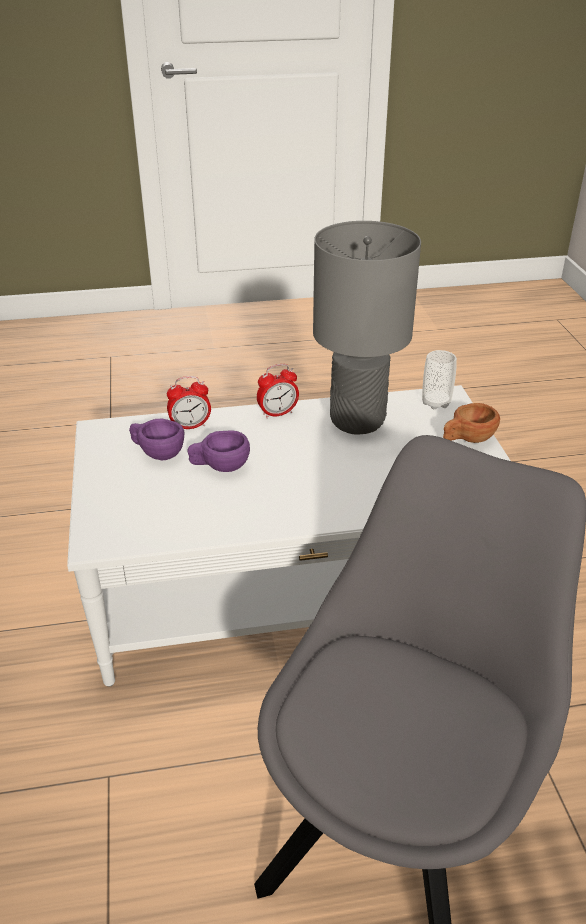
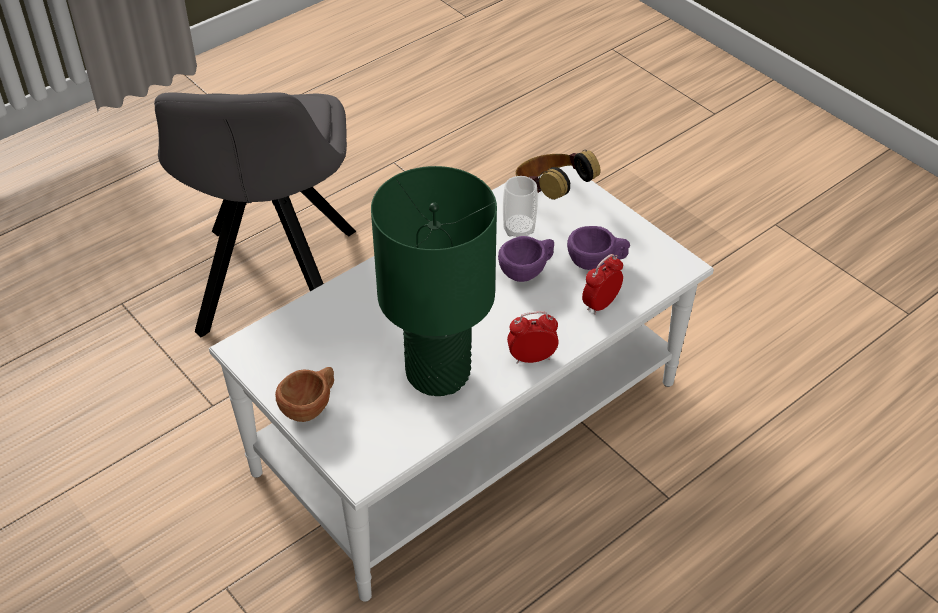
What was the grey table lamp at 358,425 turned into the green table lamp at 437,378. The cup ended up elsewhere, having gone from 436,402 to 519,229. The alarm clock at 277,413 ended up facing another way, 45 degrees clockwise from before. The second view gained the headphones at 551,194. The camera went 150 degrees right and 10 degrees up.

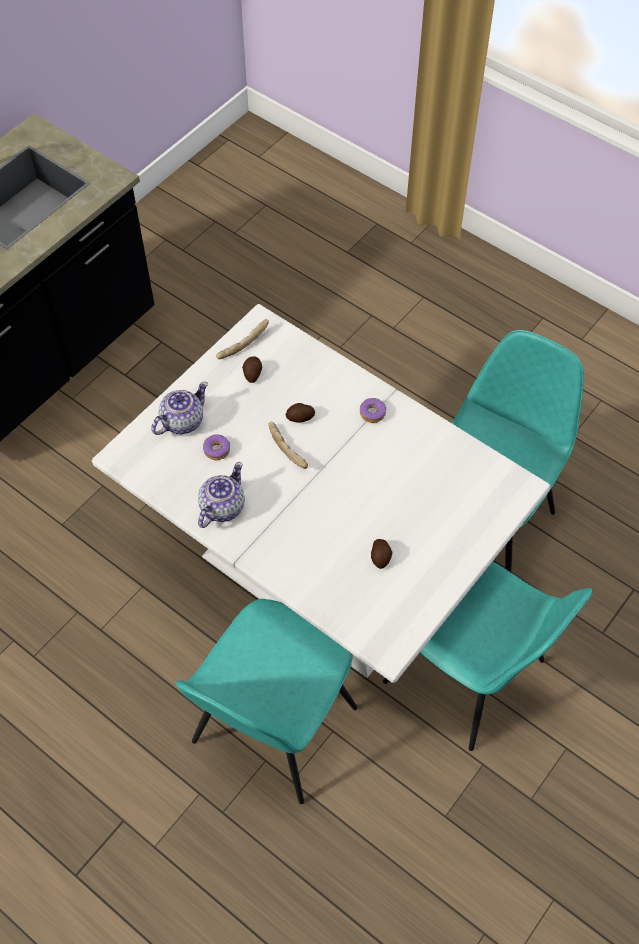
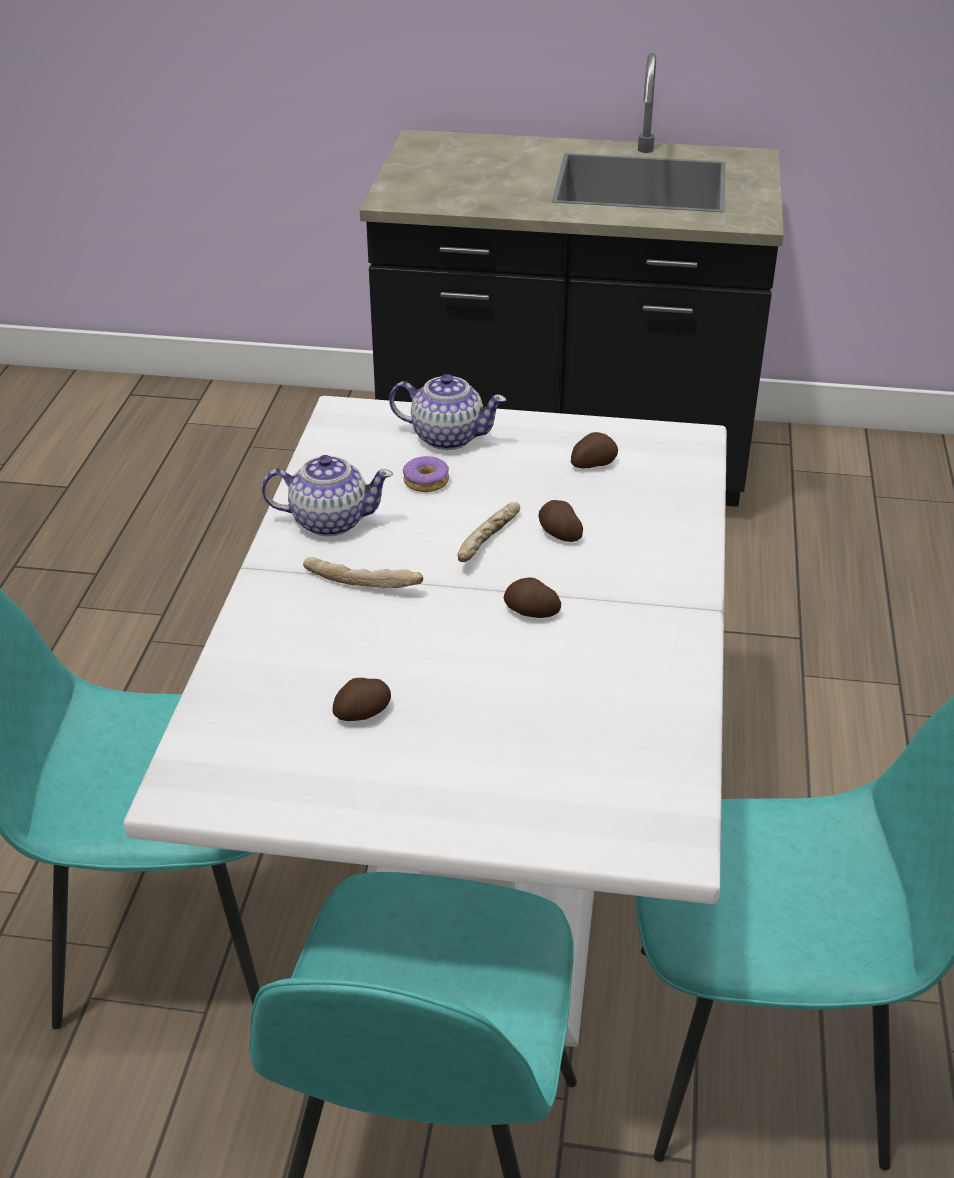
The bread ended up elsewhere, having gone from 243,343 to 363,582. The second view gained the potato at 531,612. The second view lost the donut at 372,413. The camera went 60 degrees right and 20 degrees down.

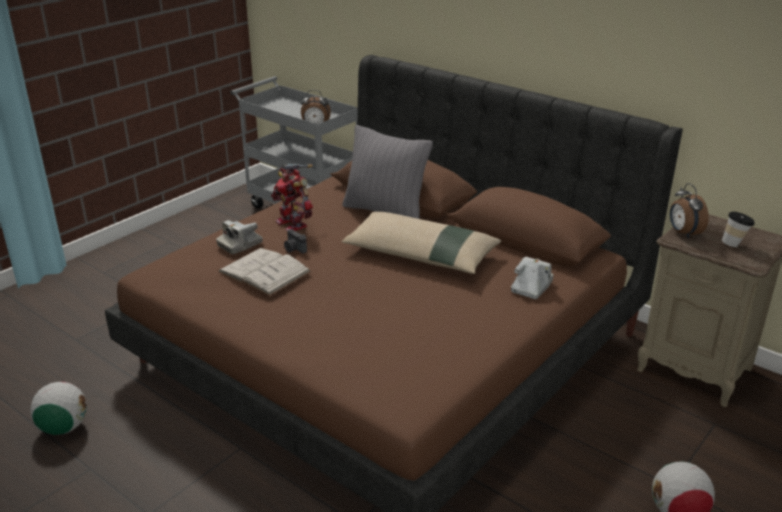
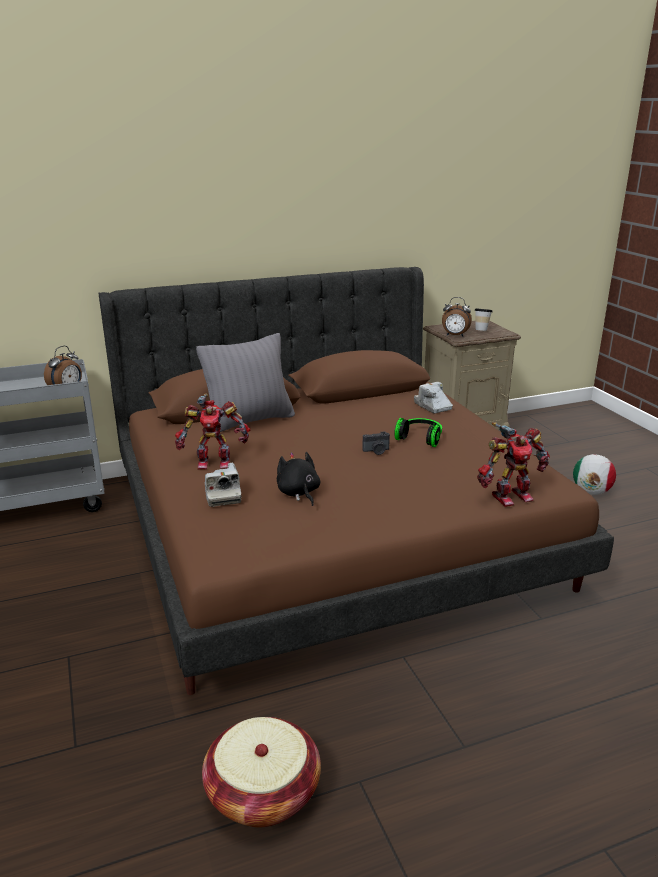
Where the football stood at 64,428, the basket came to stand at 263,792. Where the white book stood at 264,271, the black plush toy came to stand at 298,493. The photo camera ended up elsewhere, having gone from 294,249 to 376,451. The second view gained the headphones at 420,438. The second view gained the toy robot at 510,496. The second view lost the beige pillow at 421,255. The camera went 60 degrees left and 5 degrees down.

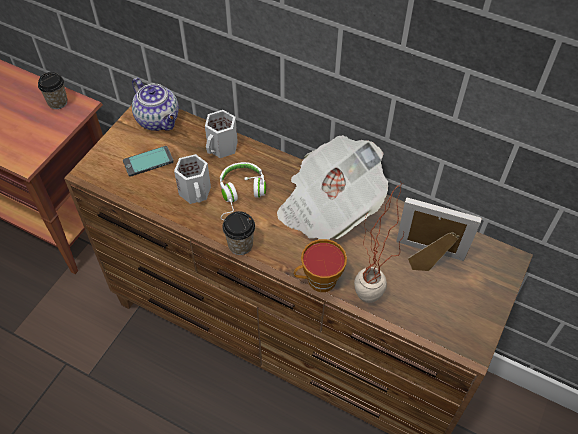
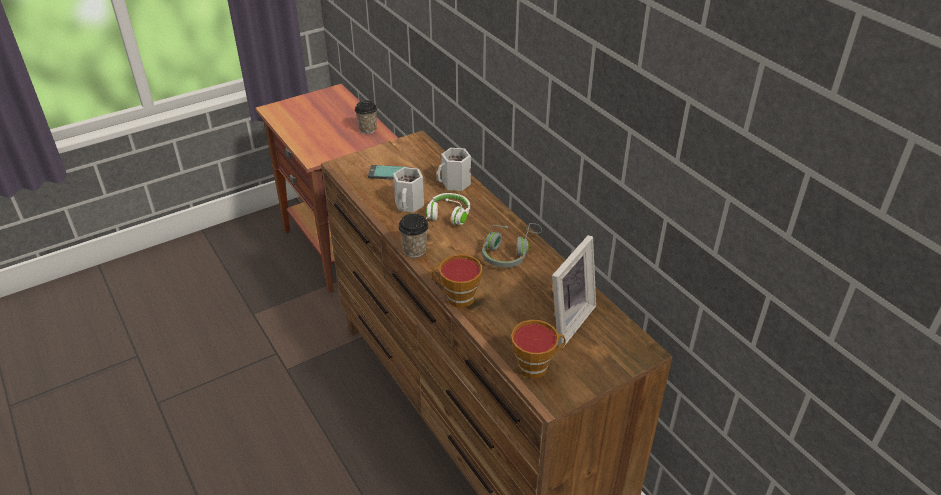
Where the newspaper stood at 329,207, the grey headphones came to stand at 509,252. The second view gained the cup at 536,365. The picture frame at 427,260 ended up facing another way, 75 degrees clockwise from before. The second view lost the teapot at 159,120. The second view lost the potted plant at 367,305. The camera went 30 degrees right and 15 degrees down.

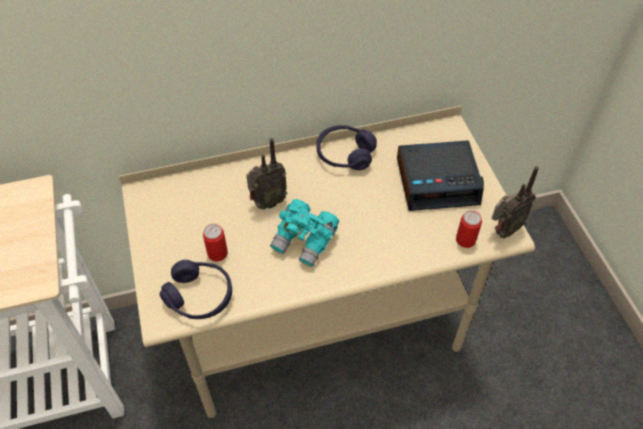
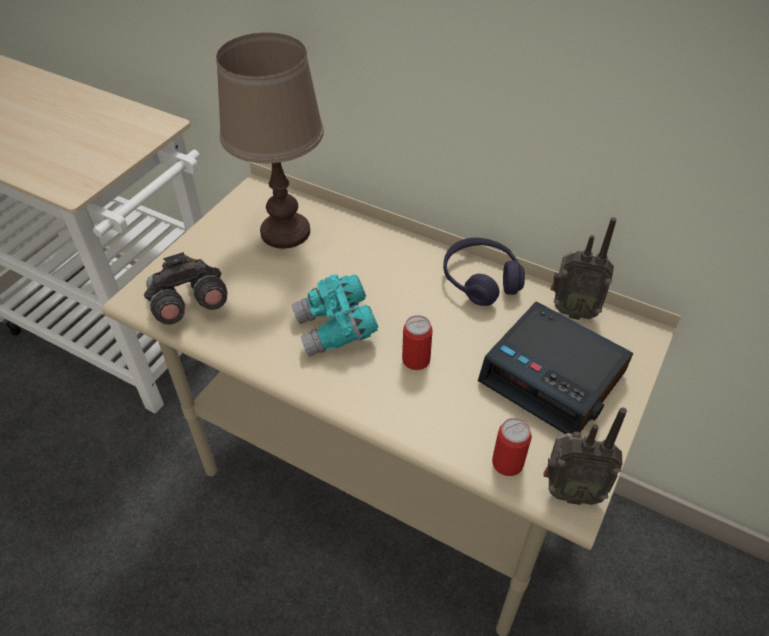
Where the purple headphones stood at 199,296, the grey binoculars came to stand at 188,305. The second view gained the brown table lamp at 286,231. The can ended up elsewhere, having gone from 217,253 to 416,360. The radio ended up elsewhere, having gone from 267,202 to 572,310. The camera went 45 degrees right and 5 degrees down.

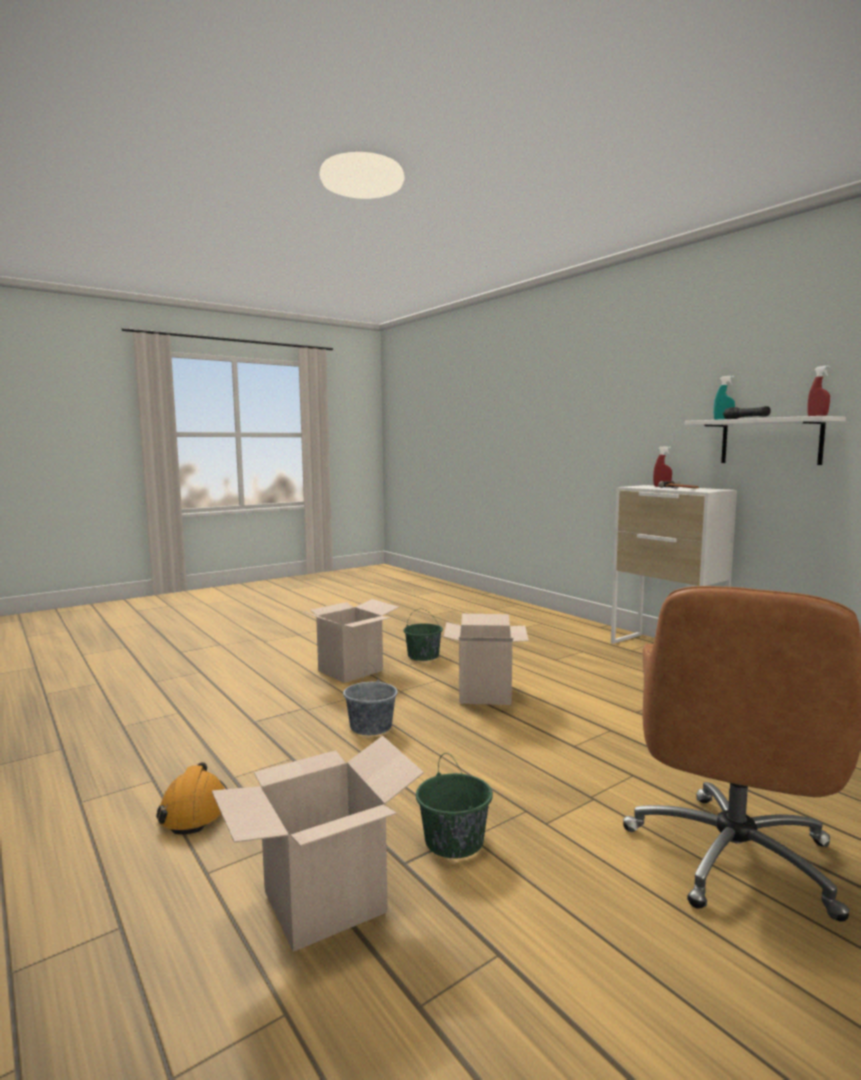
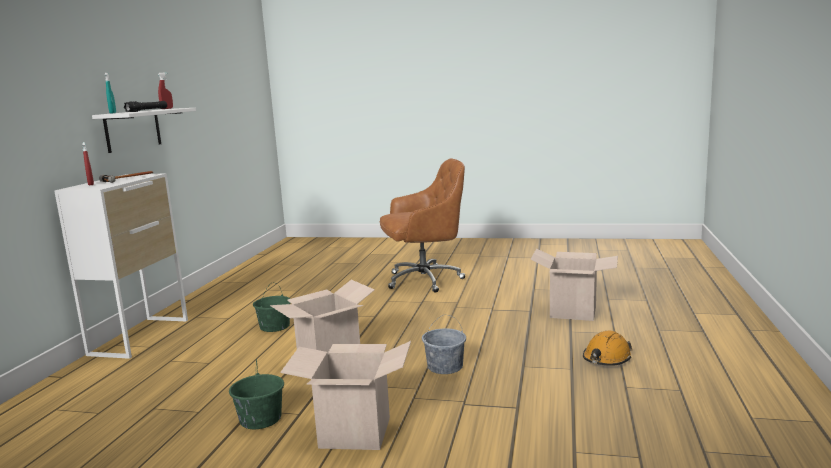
The green bucket ended up elsewhere, having gone from 454,841 to 275,326. The camera went 130 degrees left and 5 degrees up.

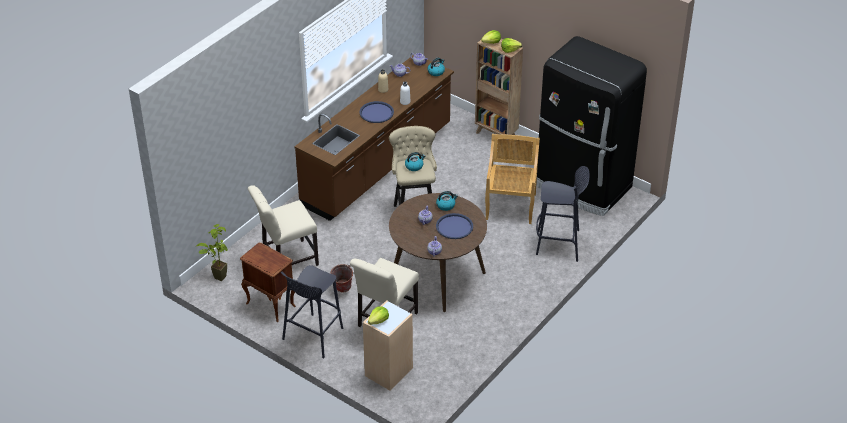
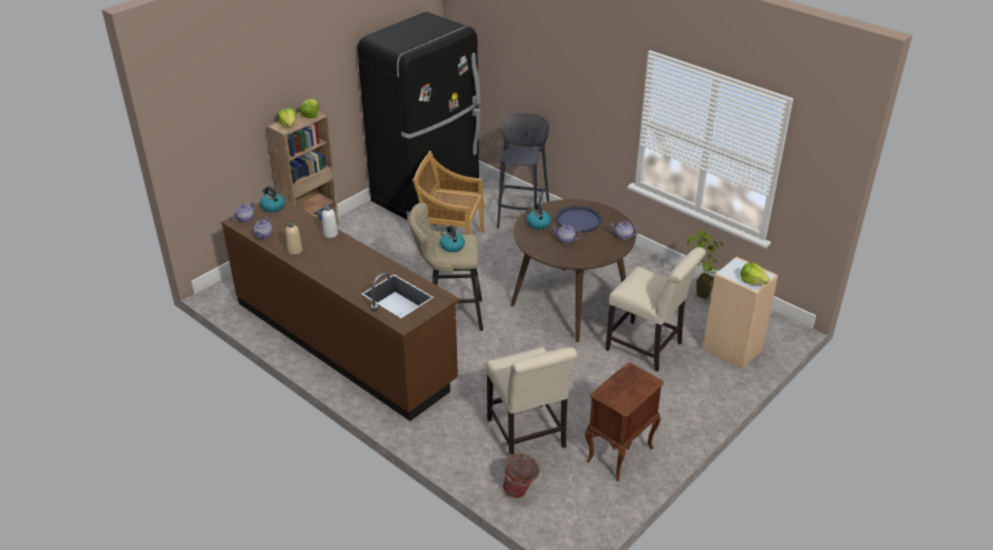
The bucket ended up elsewhere, having gone from 341,290 to 520,492. The potted plant ended up elsewhere, having gone from 217,275 to 699,297. The second view lost the grey stool at 314,336. The second view lost the blue tray at 376,113. The camera went 85 degrees left and 5 degrees down.

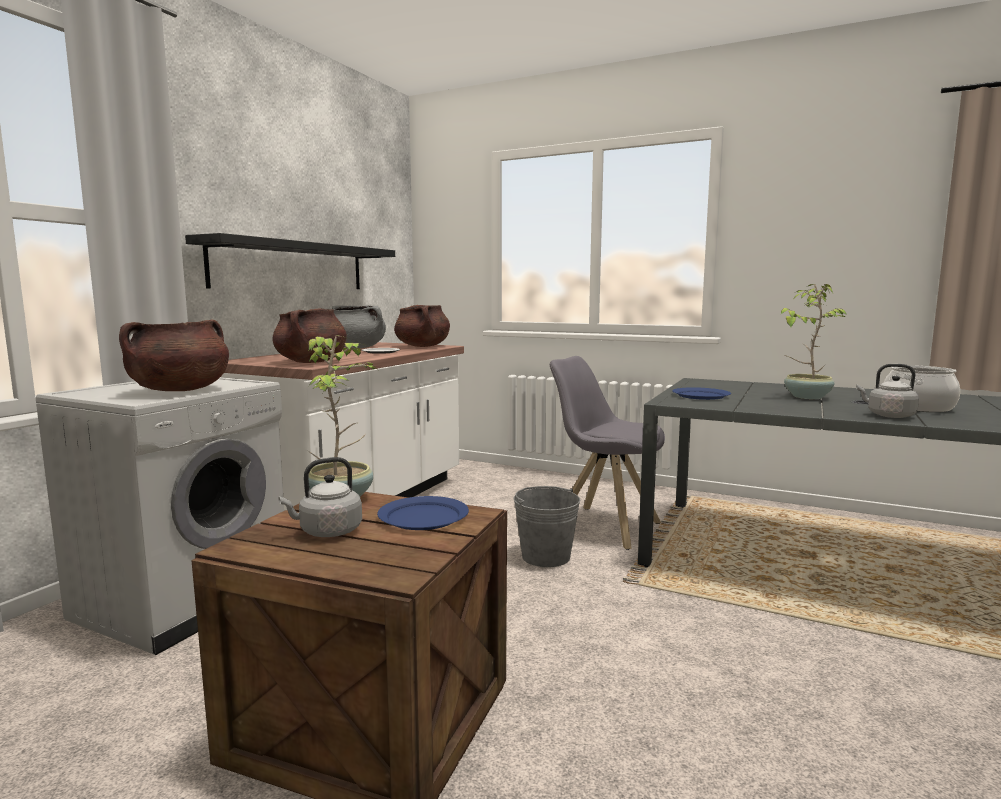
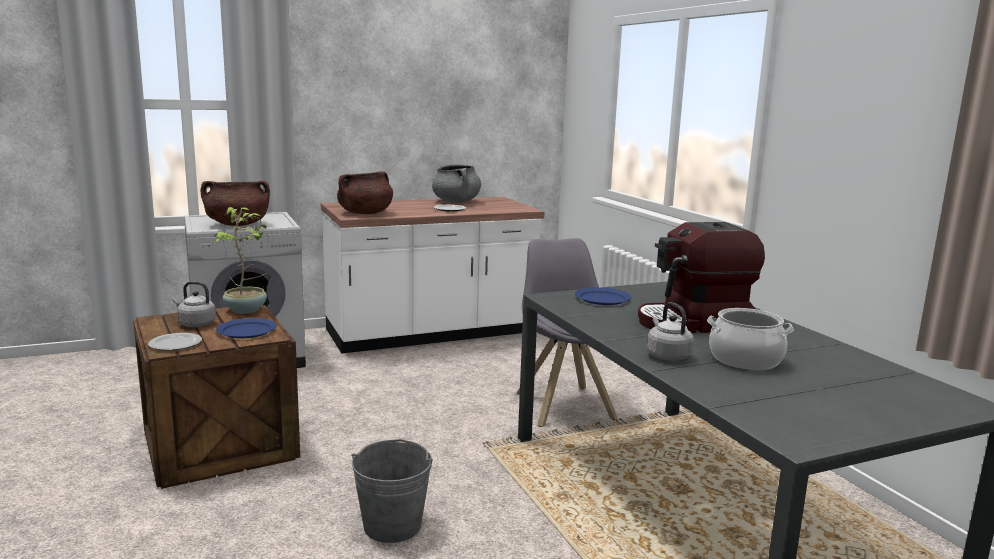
The second view gained the plate at 176,344. The grey bucket ended up elsewhere, having gone from 546,556 to 392,525. Where the potted plant stood at 806,397, the coffee machine came to stand at 694,323. The second view lost the black shelf at 292,266. The second view lost the brown cooking pot at 422,346. The camera went 40 degrees right and 5 degrees up.

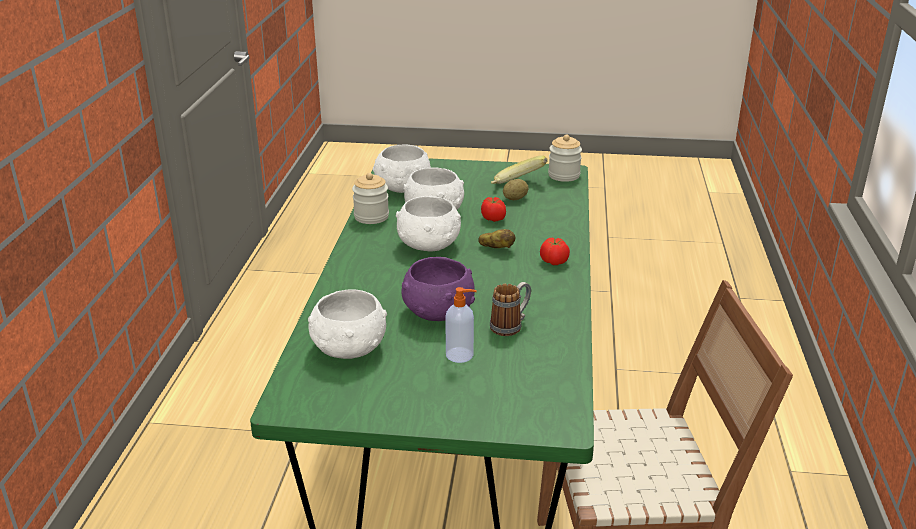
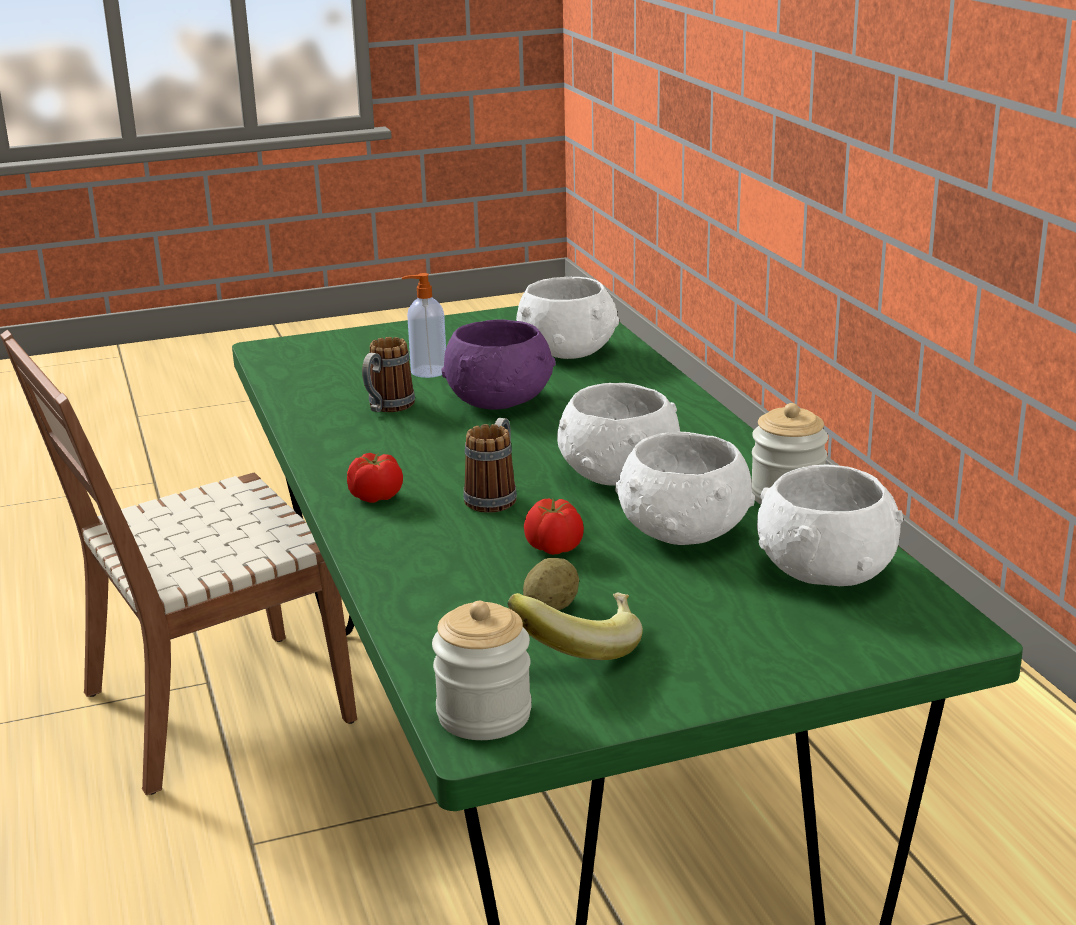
Where the potato stood at 497,248, the mug came to stand at 495,496. The camera went 155 degrees right and 5 degrees down.

